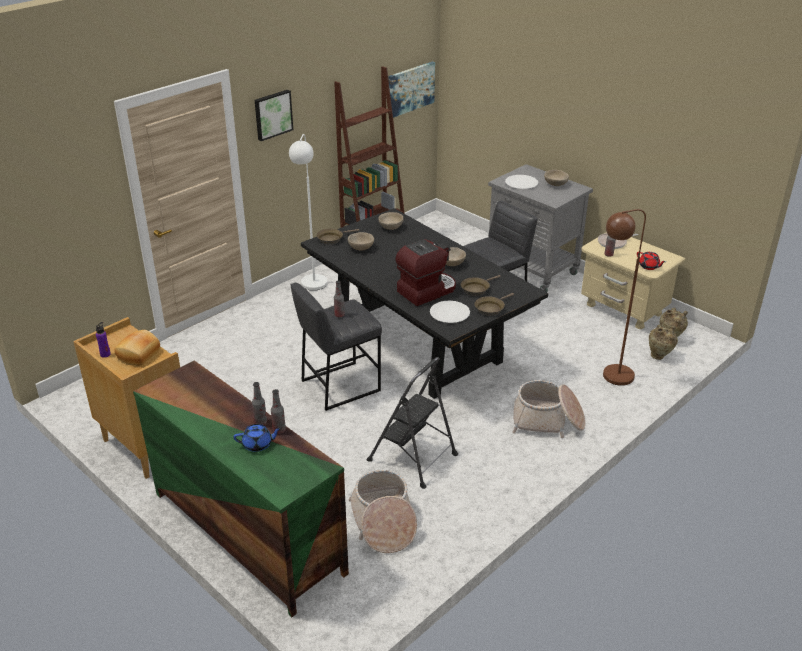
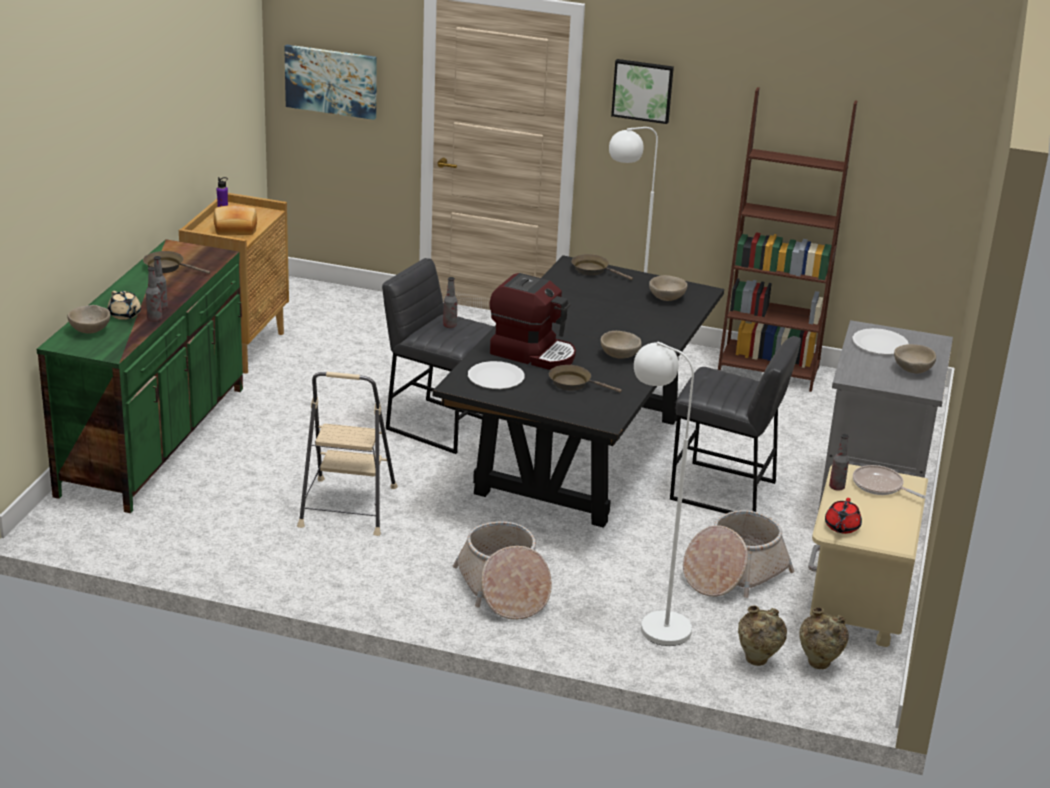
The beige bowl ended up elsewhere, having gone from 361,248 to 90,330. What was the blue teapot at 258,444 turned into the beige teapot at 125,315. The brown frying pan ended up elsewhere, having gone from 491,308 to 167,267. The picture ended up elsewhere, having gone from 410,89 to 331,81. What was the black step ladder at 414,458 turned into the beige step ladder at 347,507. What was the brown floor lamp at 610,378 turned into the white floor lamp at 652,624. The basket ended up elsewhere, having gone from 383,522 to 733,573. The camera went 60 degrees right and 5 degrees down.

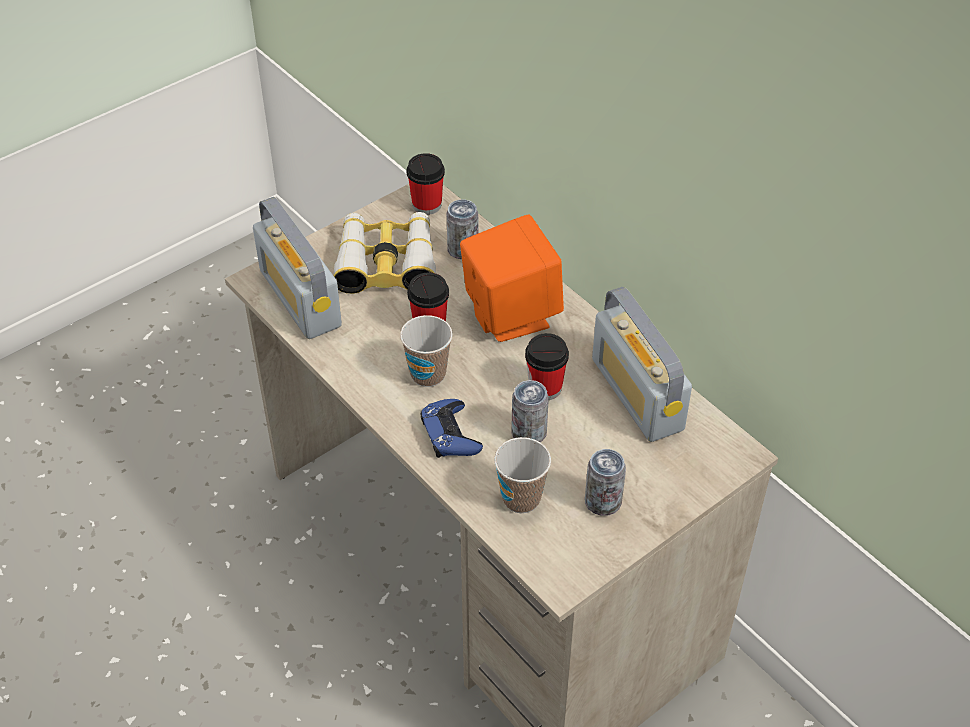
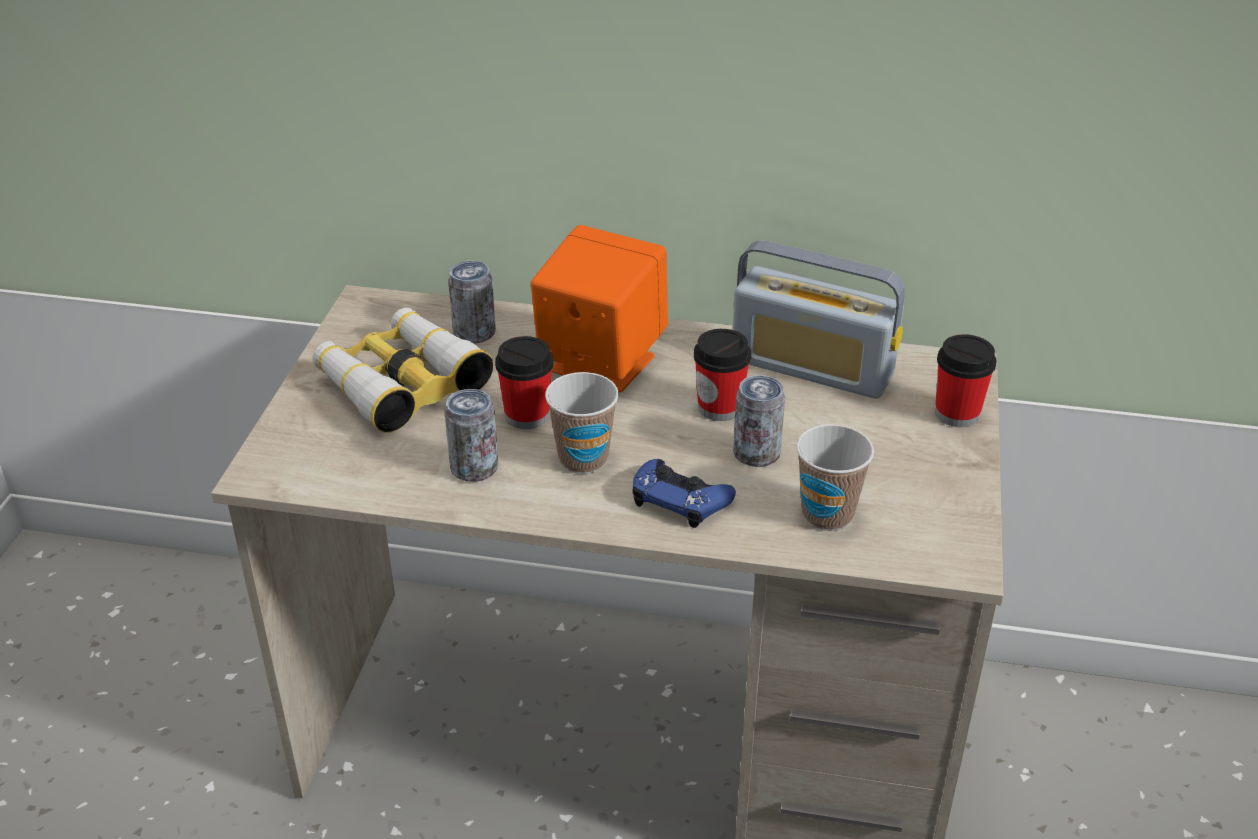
The can ended up elsewhere, having gone from 603,502 to 474,468. The cup ended up elsewhere, having gone from 427,205 to 957,414. The second view lost the radio at 300,298. The camera went 40 degrees left and 10 degrees down.

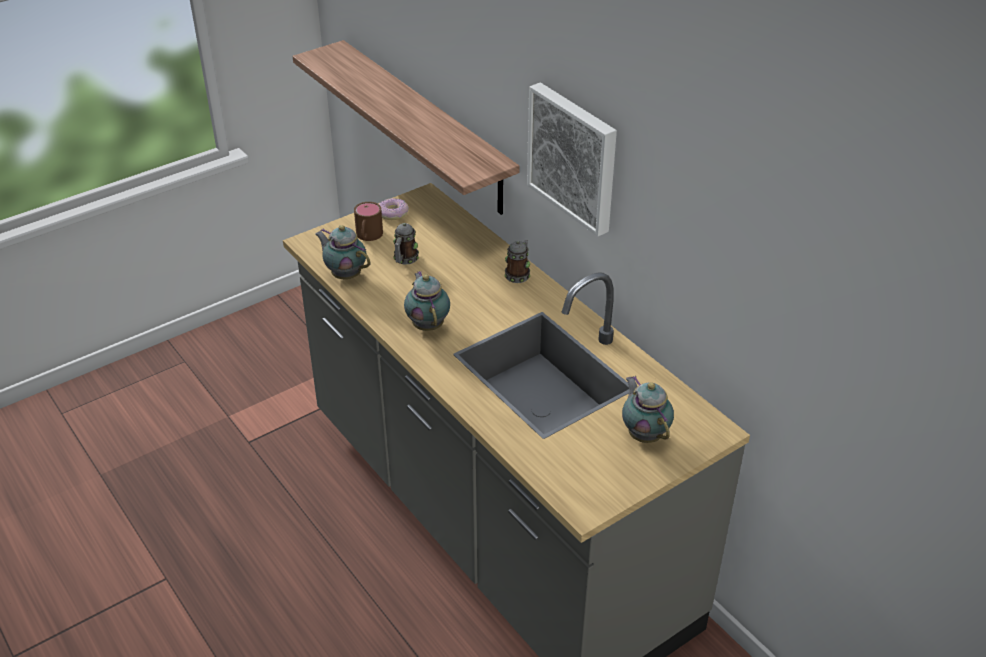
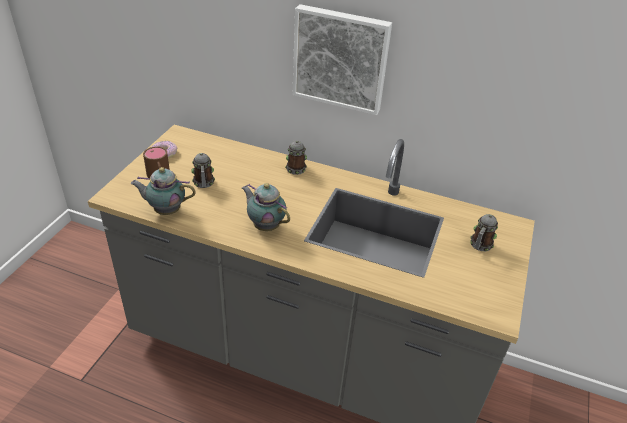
Where the teapot stood at 644,434, the mug came to stand at 479,246. The second view lost the shelf at 425,126. The camera went 35 degrees left and 0 degrees up.

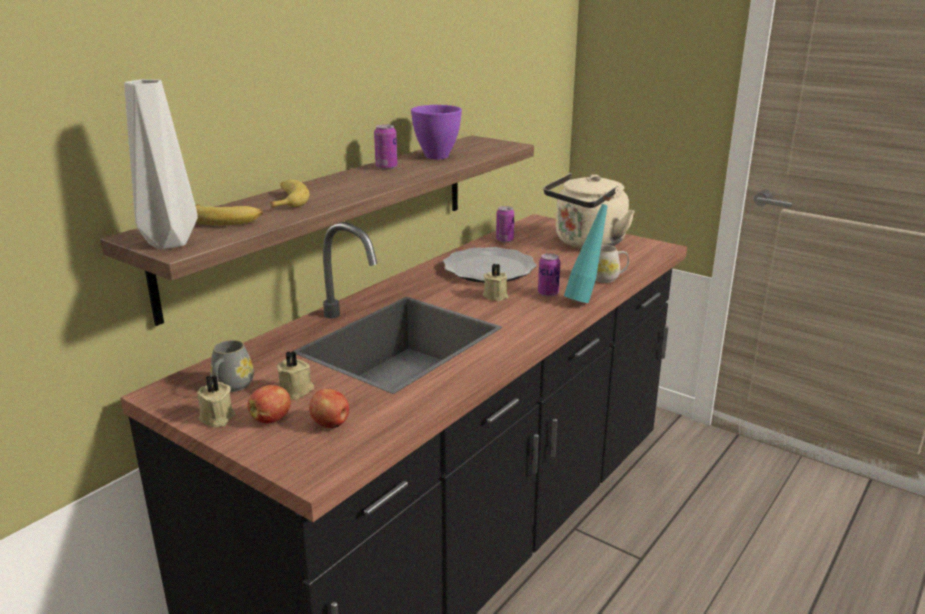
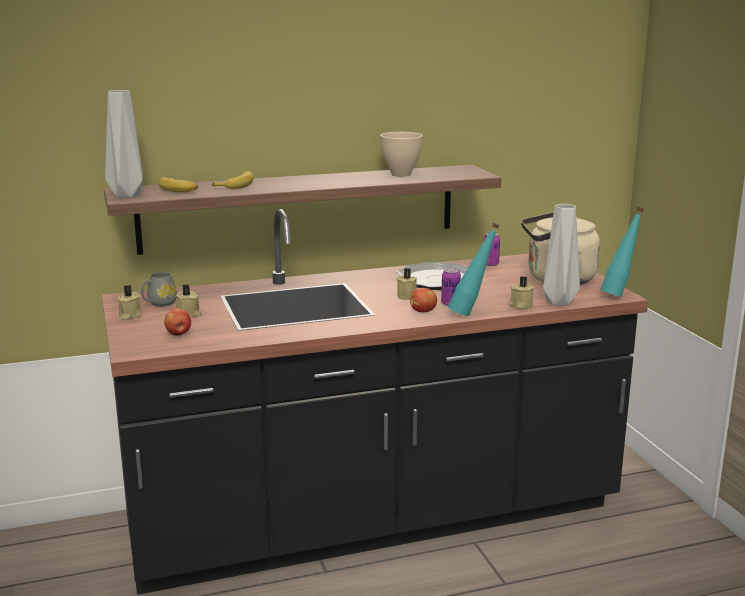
What was the purple bowl at 435,157 turned into the beige bowl at 400,174. The apple ended up elsewhere, having gone from 271,419 to 423,311. Where the white mug stood at 607,278, the beige candle came to stand at 520,305. The second view gained the grey vase at 559,301. The second view gained the turquoise bottle at 619,294. The second view lost the can at 386,167. The camera went 35 degrees right and 5 degrees down.

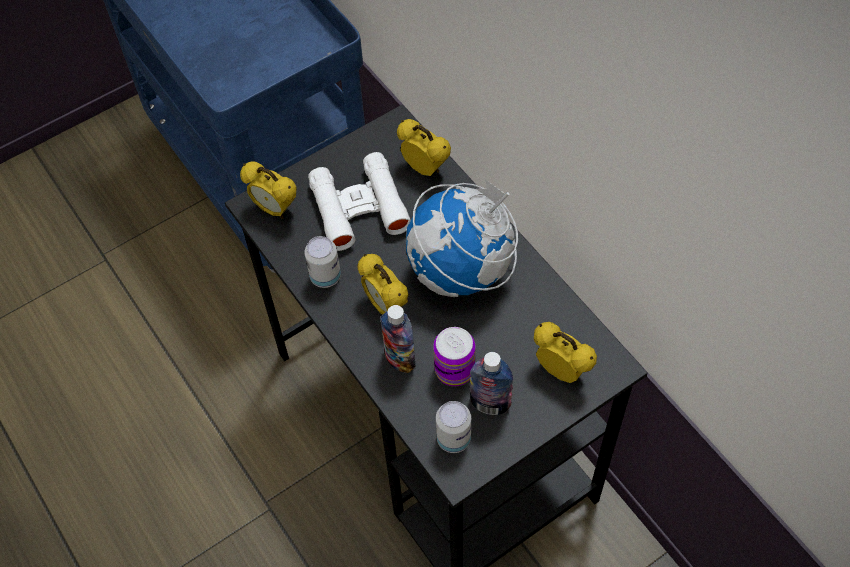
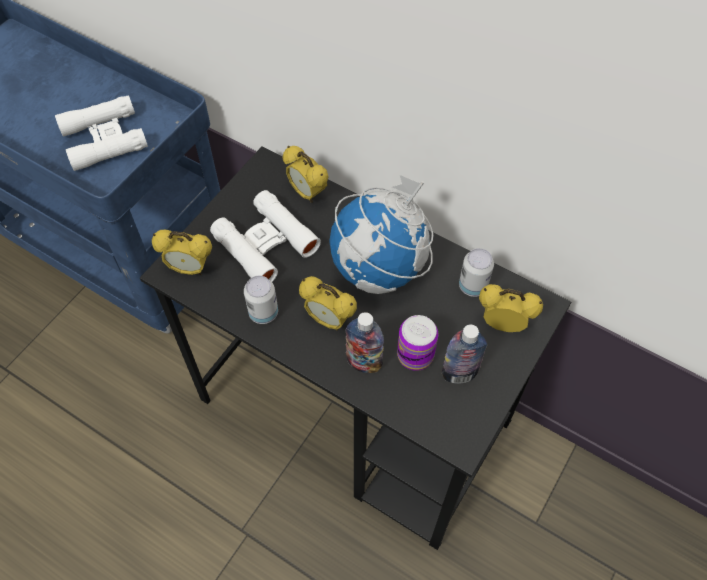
The second view gained the white binoculars at 104,139. The alarm clock at 425,168 ended up facing another way, 150 degrees counterclockwise from before. The can ended up elsewhere, having gone from 453,439 to 472,286. The camera went 25 degrees left and 0 degrees up.

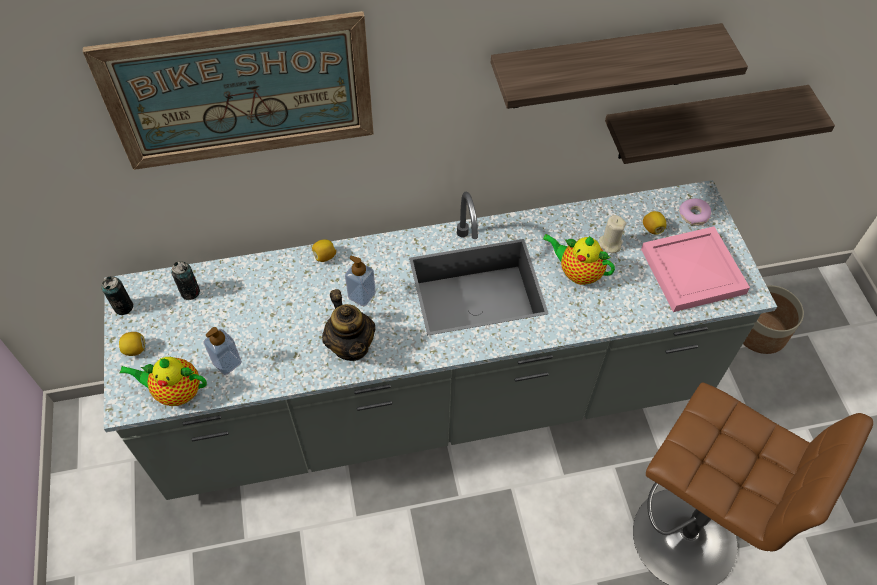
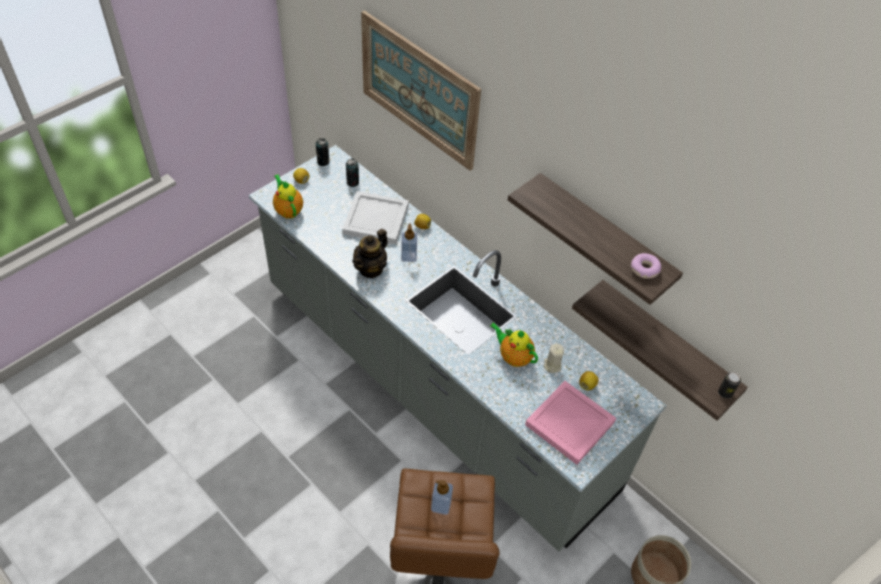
The second view gained the white tray at 375,220. The soap dispenser ended up elsewhere, having gone from 227,363 to 441,505. The teapot at 577,272 ended up facing another way, 45 degrees counterclockwise from before. The donut ended up elsewhere, having gone from 694,215 to 644,269. The second view gained the can at 725,393. The camera went 55 degrees right and 5 degrees down.

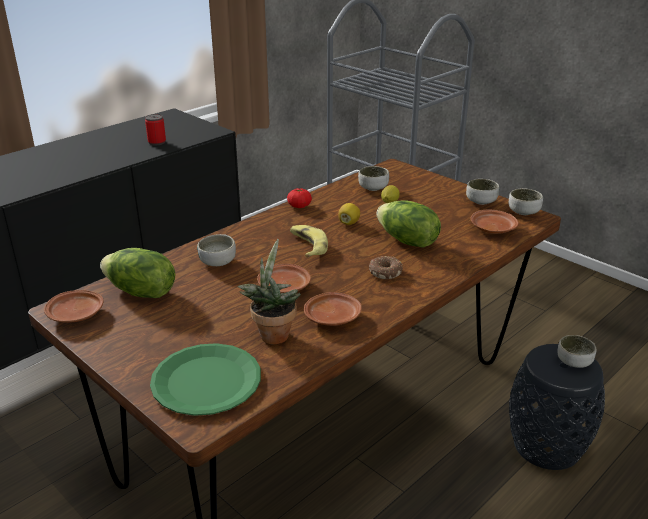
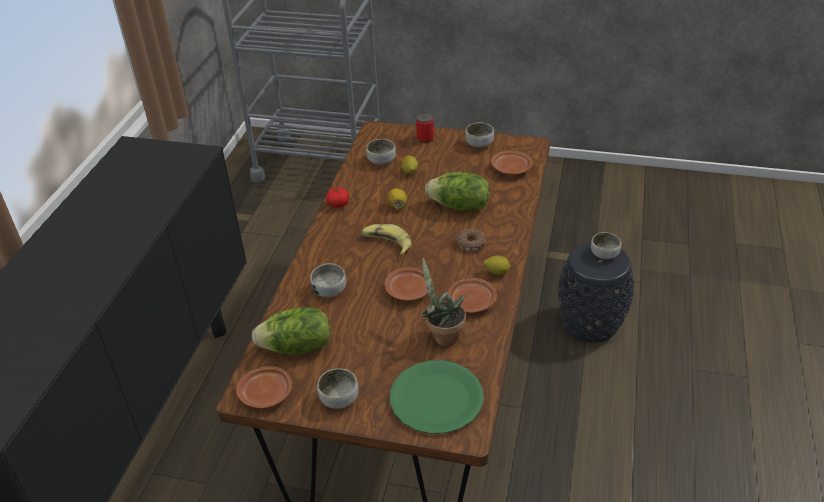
The bowl ended up elsewhere, having gone from 523,212 to 339,398. The can ended up elsewhere, having gone from 157,142 to 425,139. The second view gained the lemon at 497,272. The camera went 30 degrees left and 10 degrees up.

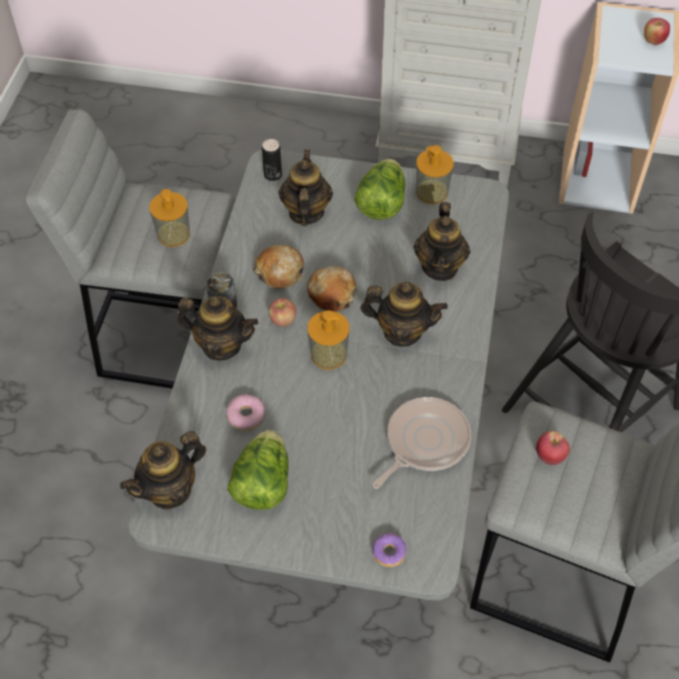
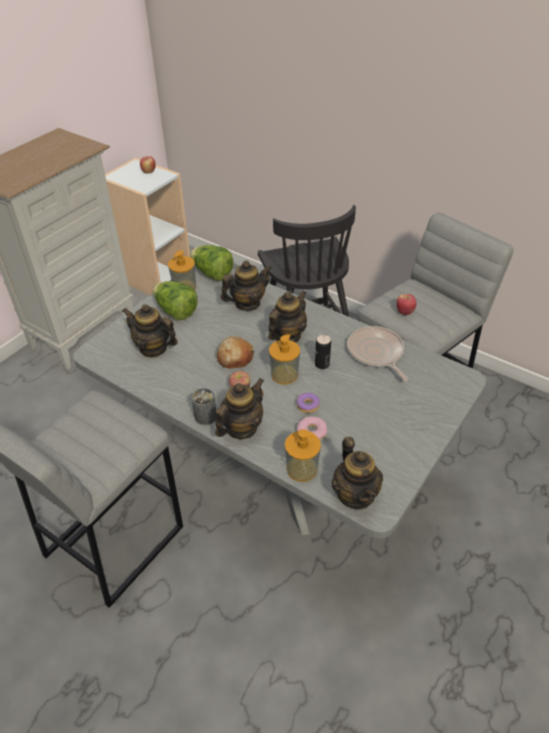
The lettuce ended up elsewhere, having gone from 262,483 to 212,274. The teapot at 440,266 ended up facing another way, 60 degrees counterclockwise from before. The soap dispenser ended up elsewhere, having gone from 173,234 to 301,469. The donut ended up elsewhere, having gone from 388,553 to 307,406. The can ended up elsewhere, having gone from 273,175 to 322,364. The second view lost the bread at 280,272. The camera went 65 degrees left and 10 degrees down.

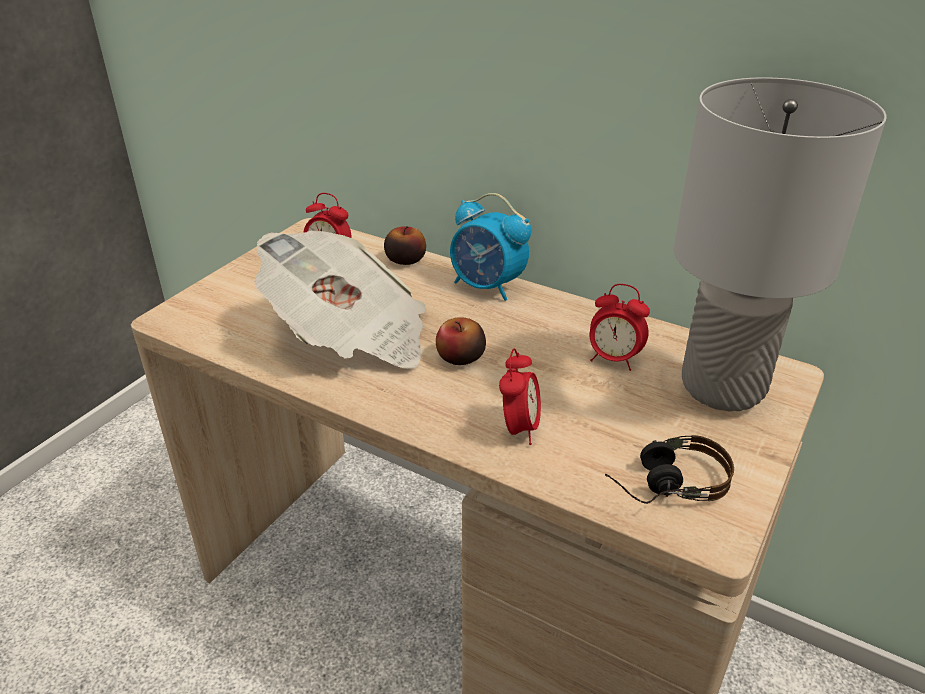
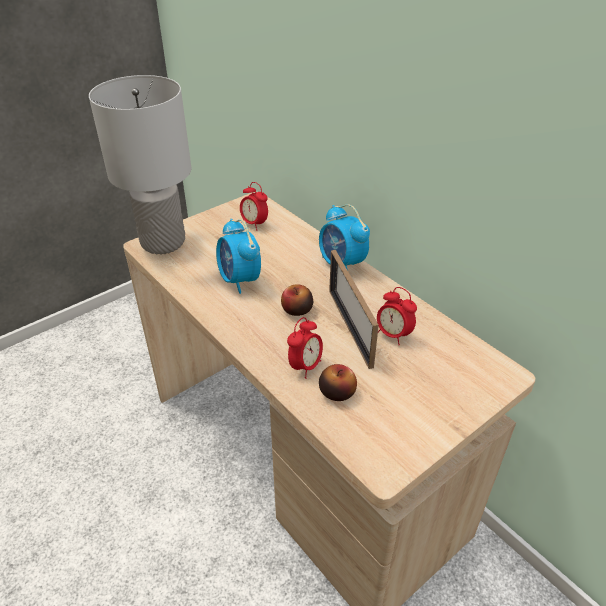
The grey table lamp ended up elsewhere, having gone from 722,394 to 163,246. Where the newspaper stood at 351,336, the alarm clock came to stand at 239,280. The apple ended up elsewhere, having gone from 405,259 to 337,392. The second view gained the picture frame at 350,327. The second view lost the headphones at 662,484. The camera went 20 degrees right and 5 degrees up.

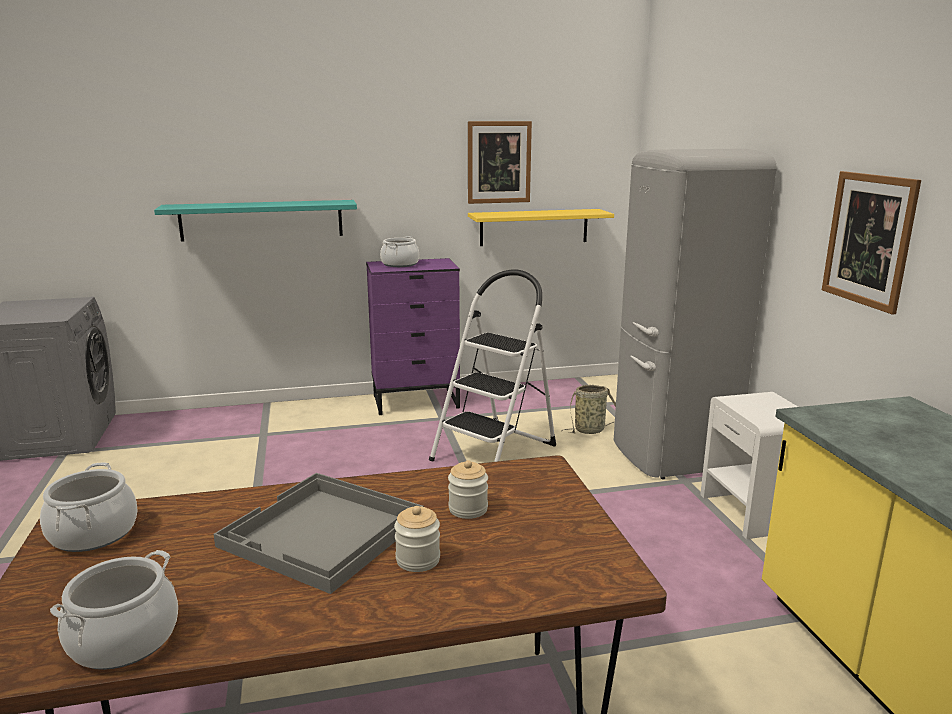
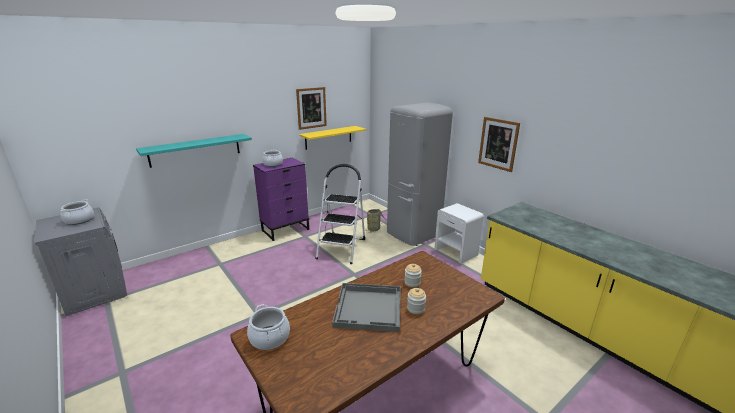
The cooking pot ended up elsewhere, having gone from 124,639 to 79,220. The camera went 25 degrees left and 5 degrees up.

